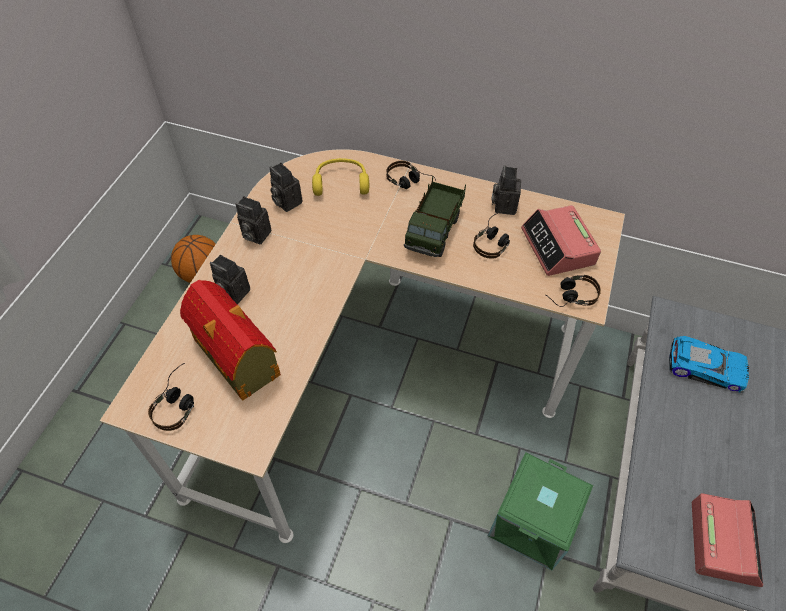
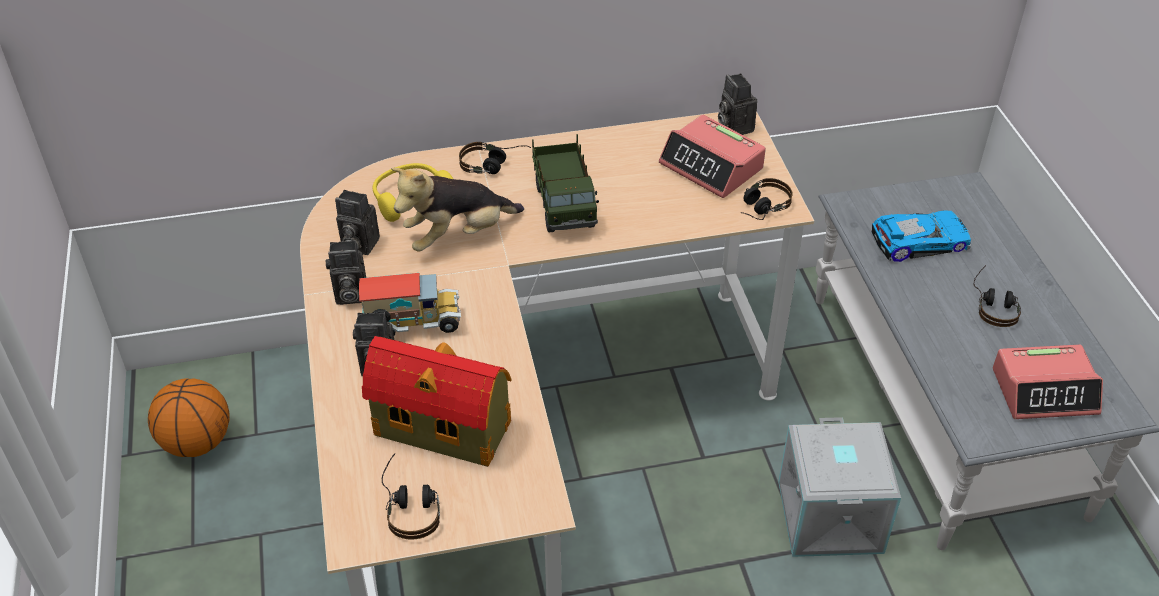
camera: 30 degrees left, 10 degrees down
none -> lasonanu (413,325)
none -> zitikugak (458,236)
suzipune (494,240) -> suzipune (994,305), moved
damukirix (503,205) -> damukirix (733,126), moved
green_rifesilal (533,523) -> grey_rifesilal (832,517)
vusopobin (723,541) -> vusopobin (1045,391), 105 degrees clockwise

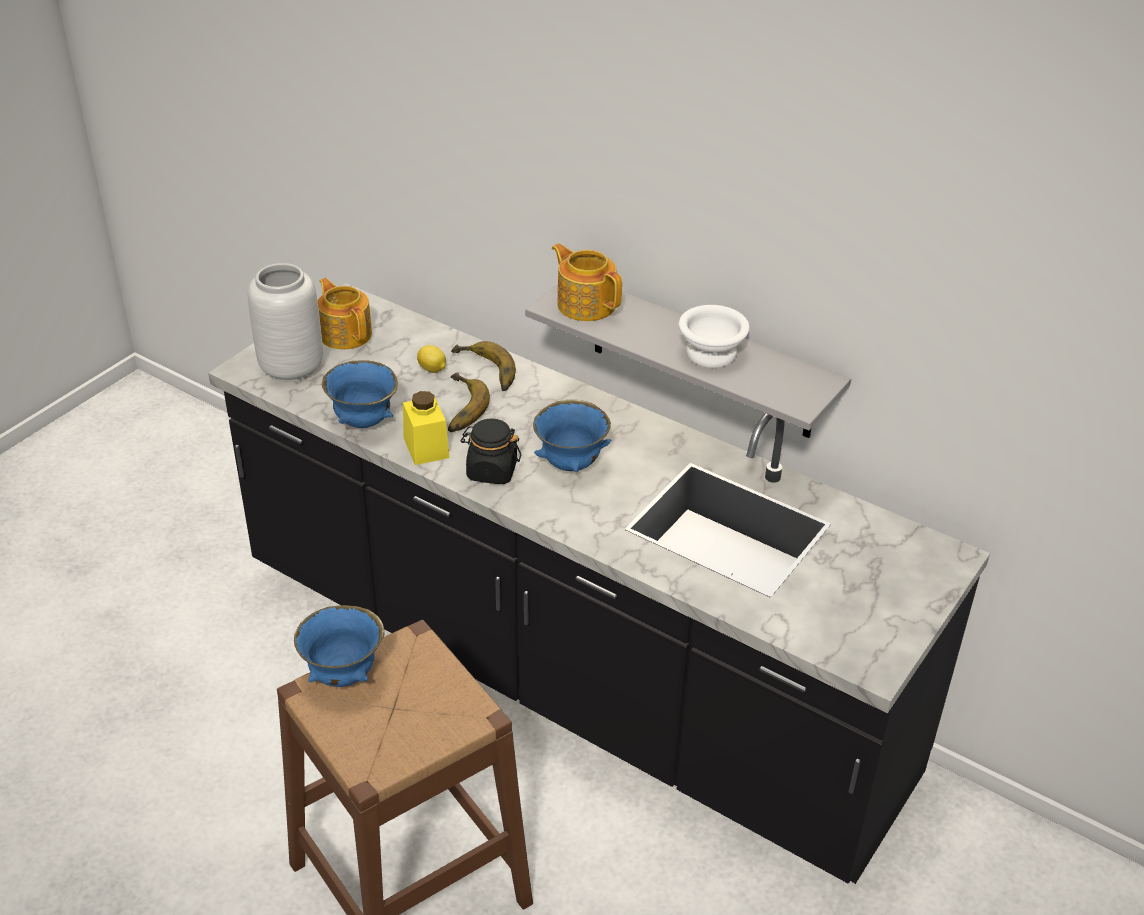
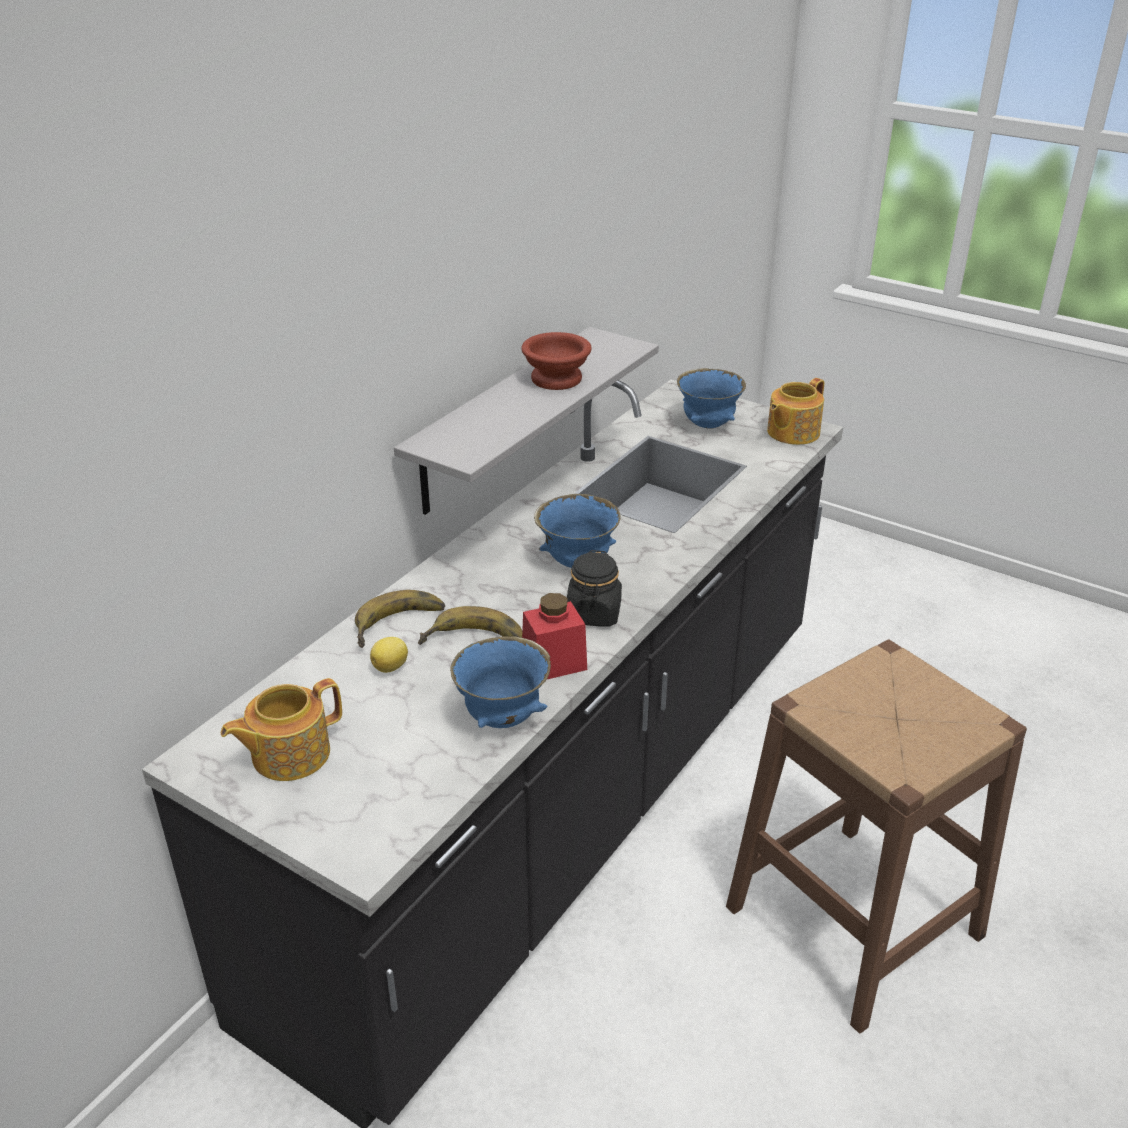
camera: 90 degrees left, 5 degrees down
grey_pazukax (291,367) -> none
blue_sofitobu (344,676) -> blue_sofitobu (708,425), moved
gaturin (585,304) -> gaturin (791,432), moved
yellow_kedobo (426,448) -> red_kedobo (554,663)
white_sofitobu (711,355) -> brown_sofitobu (558,379)

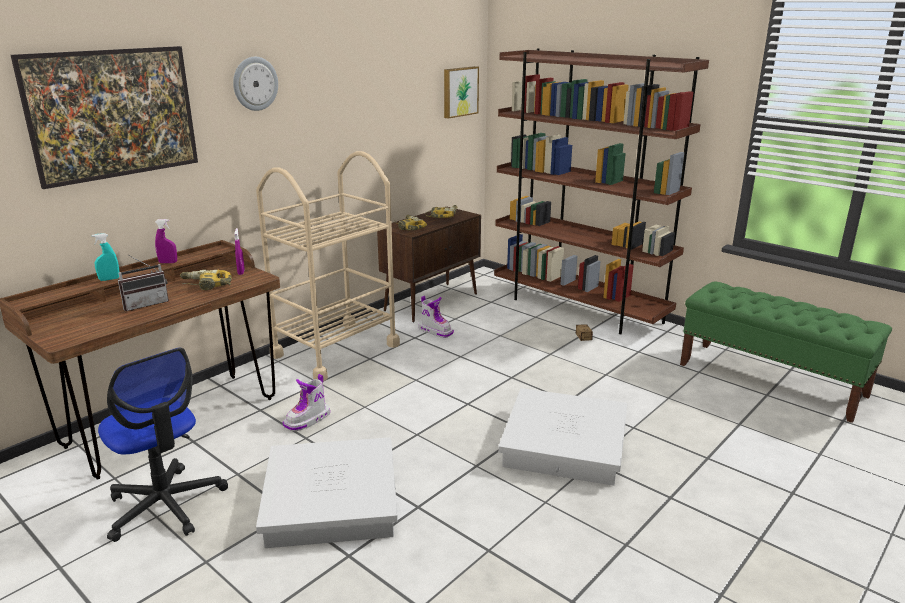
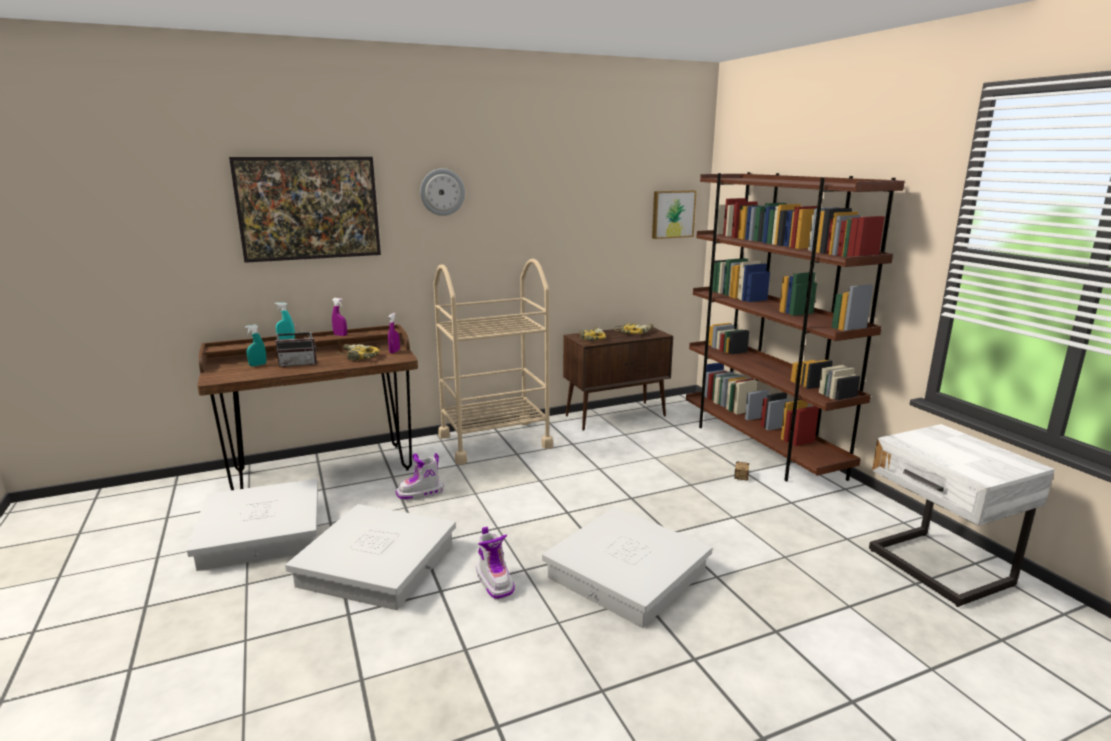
camera: 25 degrees right, 5 degrees down
none -> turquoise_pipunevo (258,365)
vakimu (435,331) -> vakimu (495,582), moved
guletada (165,505) -> white_rifesilal (261,532)
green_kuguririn (771,380) -> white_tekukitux (937,569)

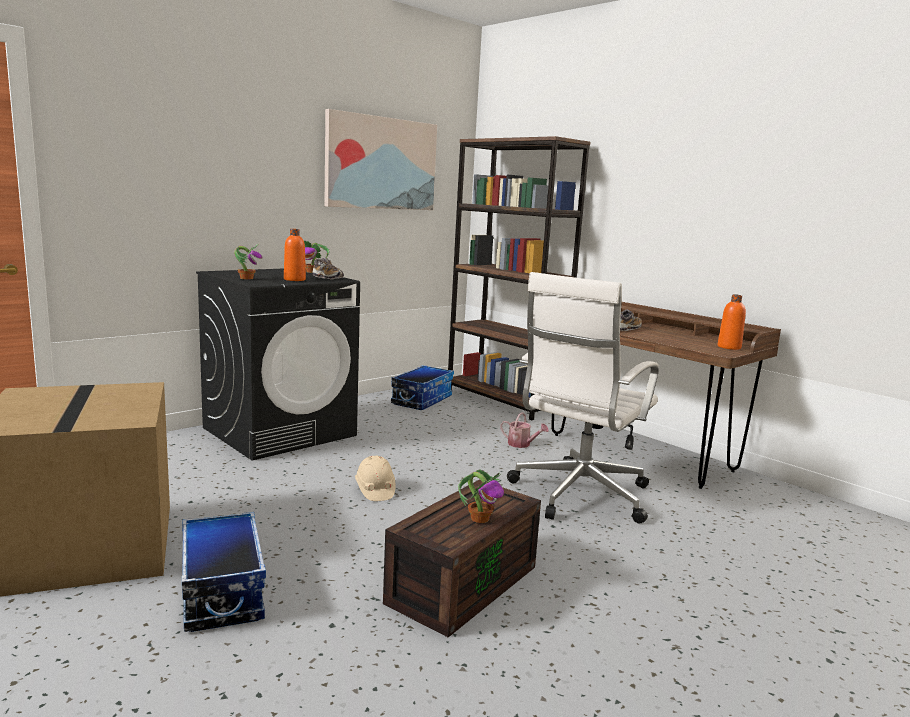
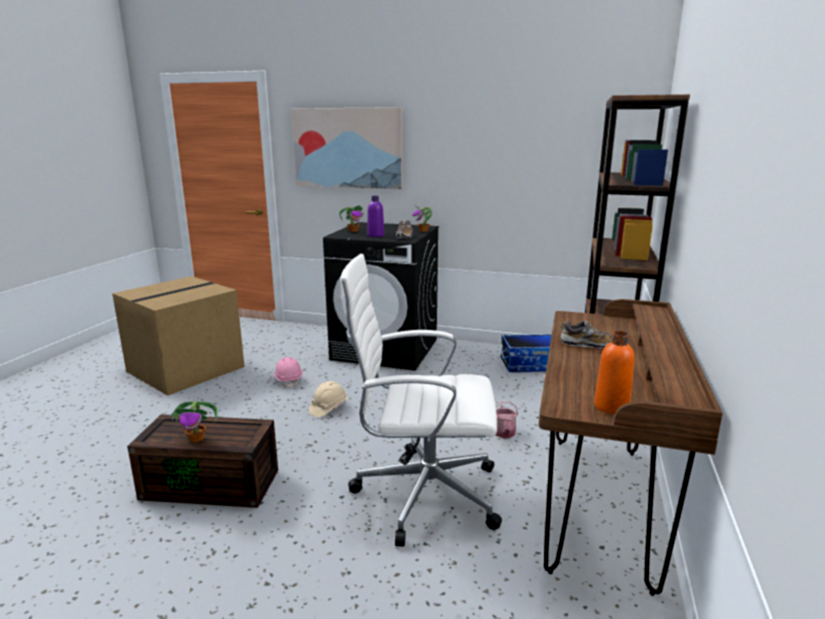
camera: 60 degrees right, 5 degrees up
rifesilal (220,592) -> none
none -> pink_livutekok (288,380)
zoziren (381,163) -> zoziren (348,148), moved
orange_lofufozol (294,279) -> purple_lofufozol (375,235)

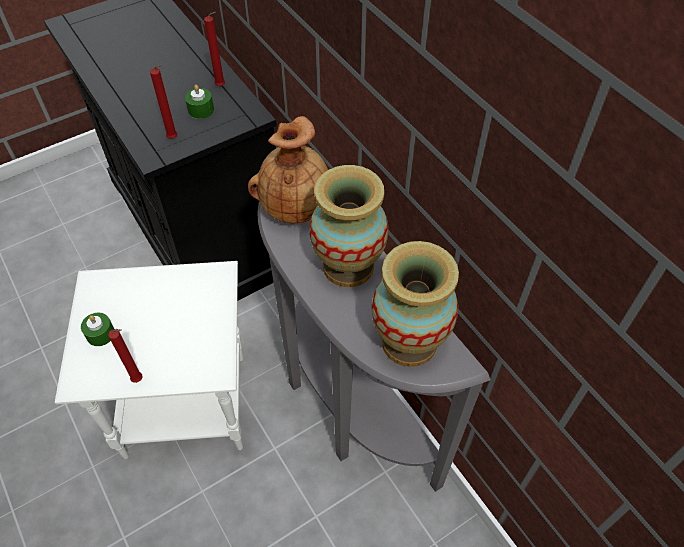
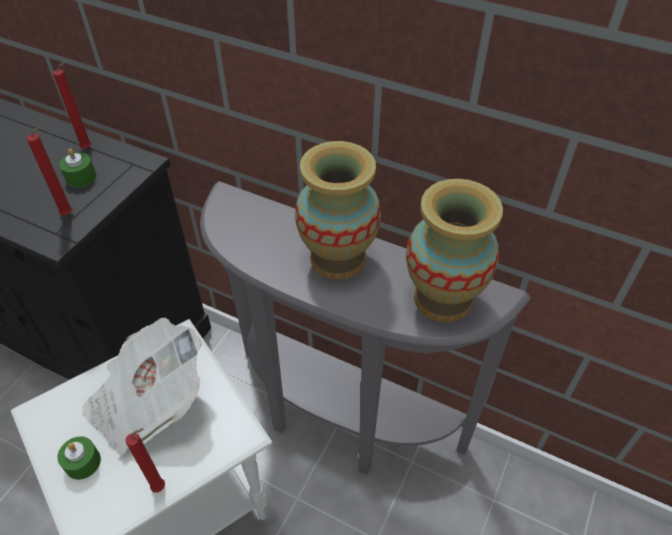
camera: 30 degrees left, 5 degrees down
brown_pazukax (296,207) -> none
none -> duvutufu (148,401)

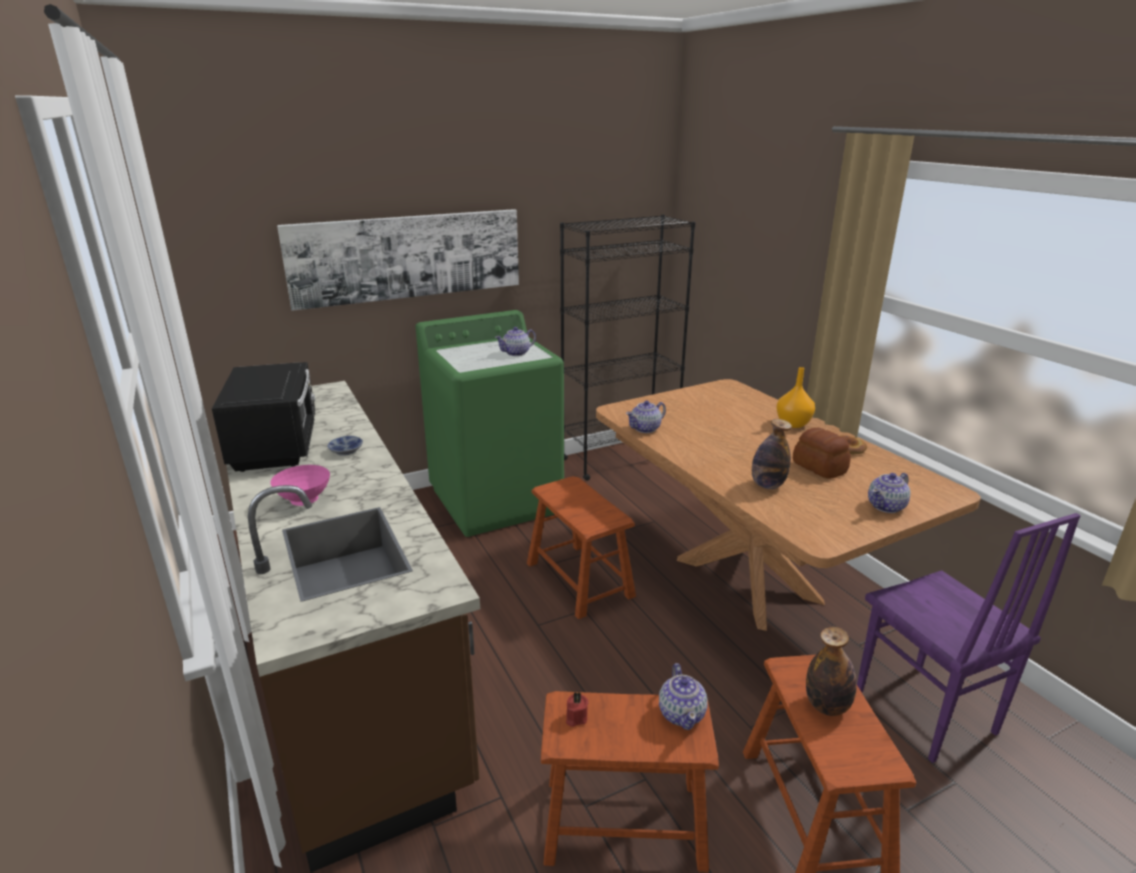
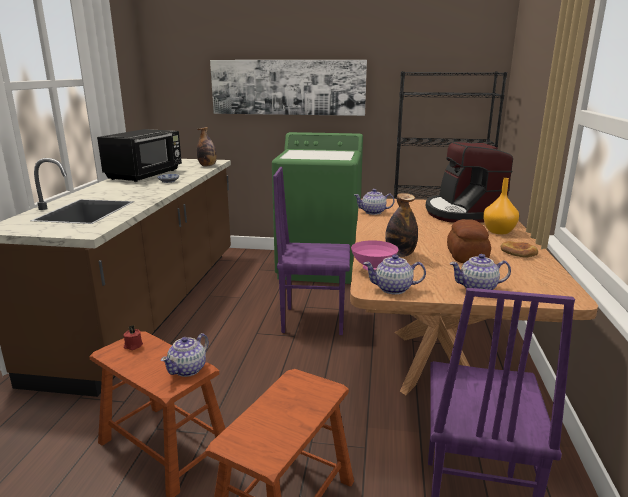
camera: 35 degrees right, 5 degrees down
none -> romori (463,213)
pink_sofitobu (305,501) -> pink_sofitobu (374,269), moved
gaturin (516,353) -> gaturin (393,289), moved
lofufozol (827,706) -> lofufozol (207,166), moved
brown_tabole (579,579) -> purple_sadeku (313,320)

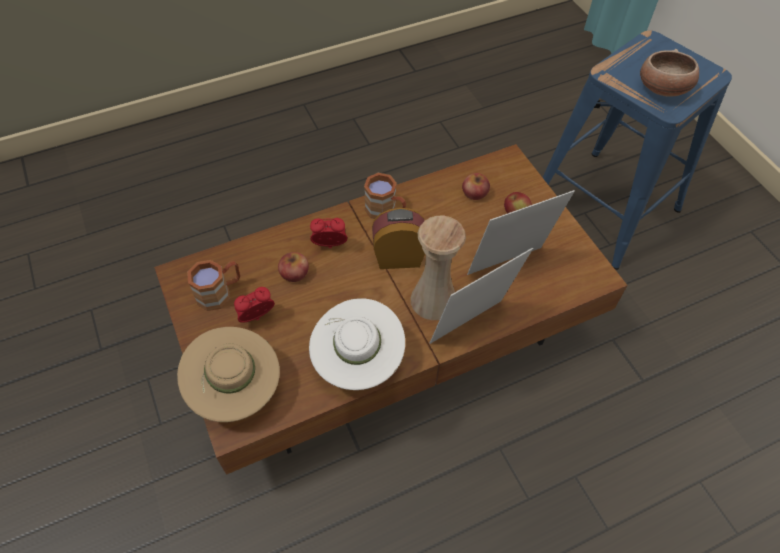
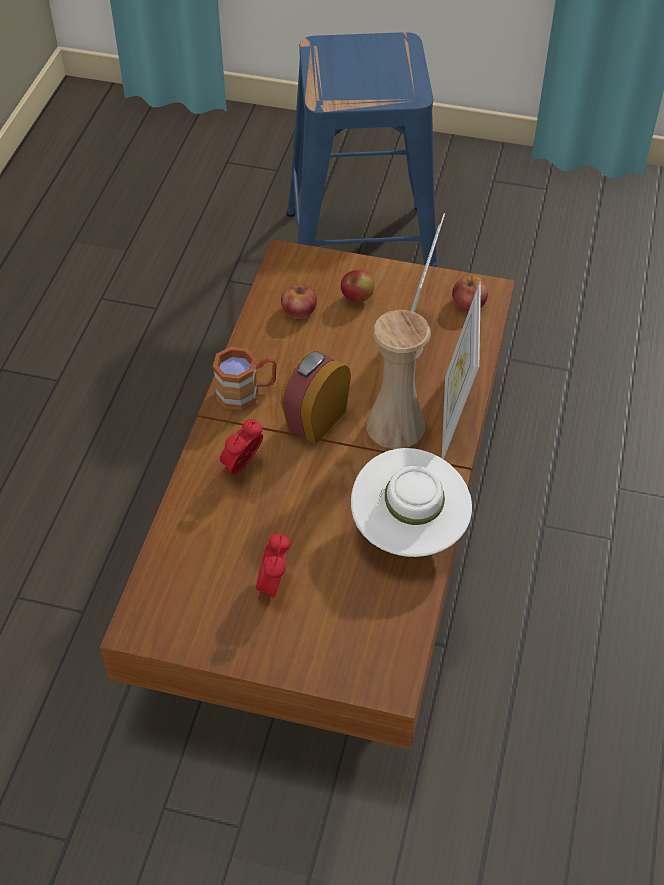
camera: 50 degrees left, 5 degrees down
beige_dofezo (236,390) -> none
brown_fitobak (220,292) -> none
sofitobu (662,89) -> none
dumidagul (294,273) -> dumidagul (468,303), moved

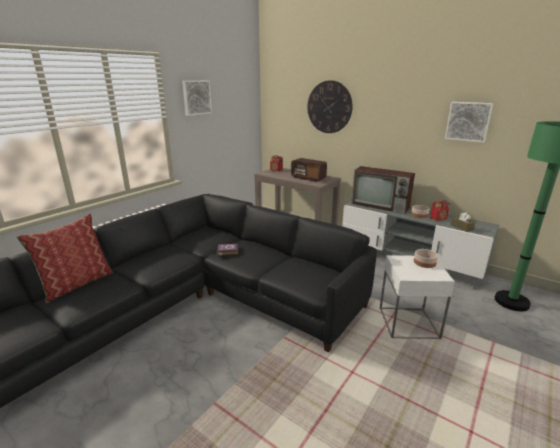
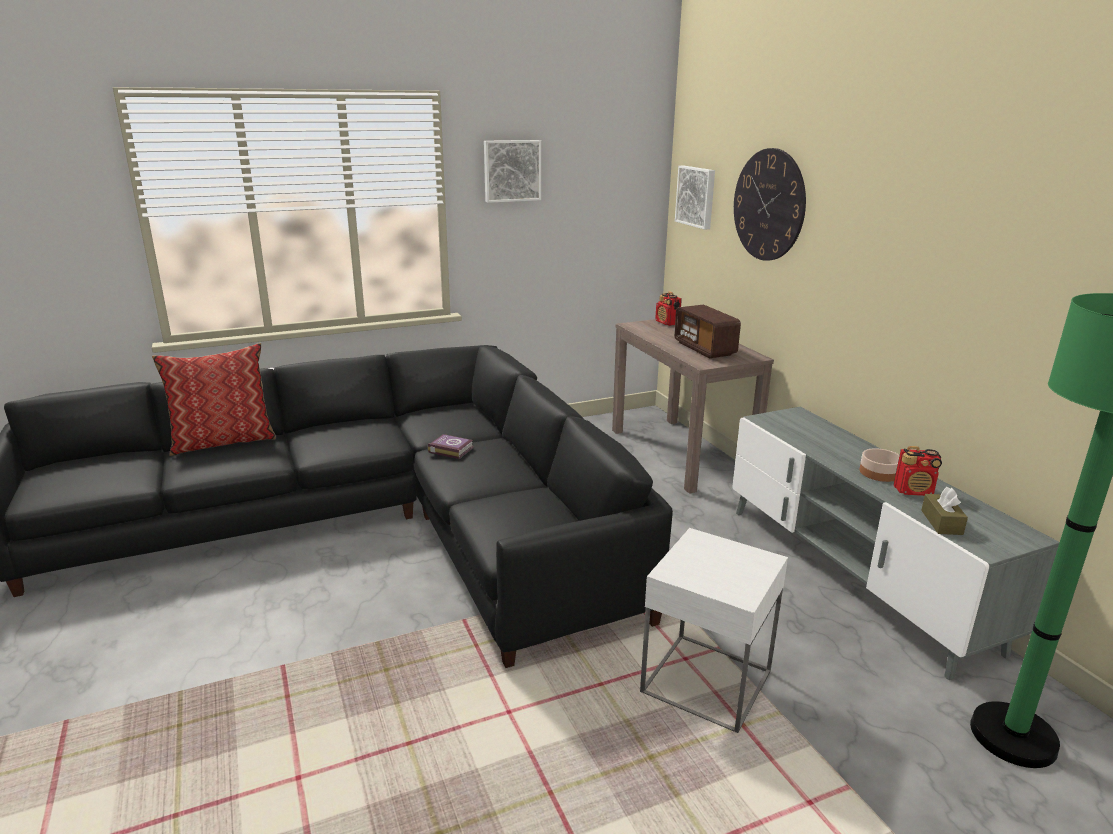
camera: 30 degrees right, 0 degrees up
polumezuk (381,206) -> none
sofitobu (424,262) -> none
zoziren (468,121) -> zoziren (696,196), moved

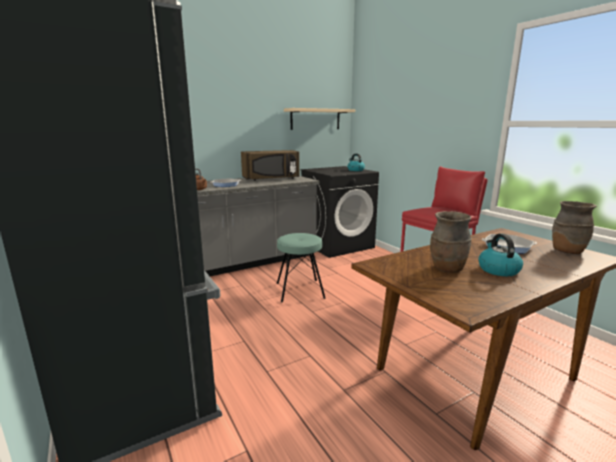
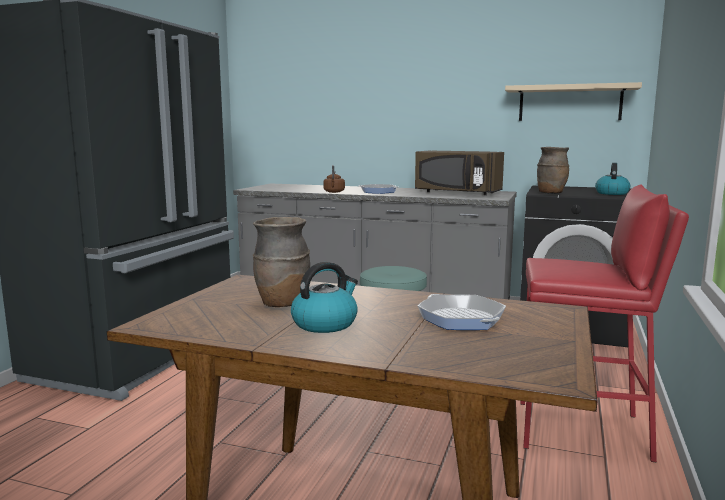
camera: 50 degrees right, 5 degrees down
brown_pazukax (567,251) -> brown_pazukax (551,193), moved

